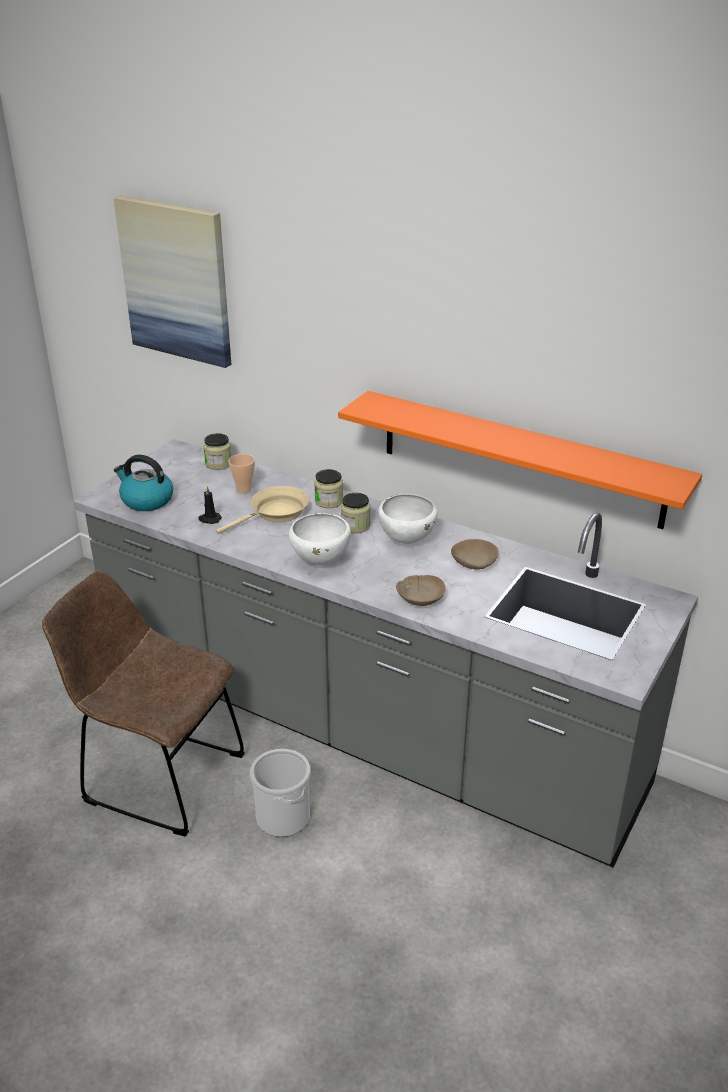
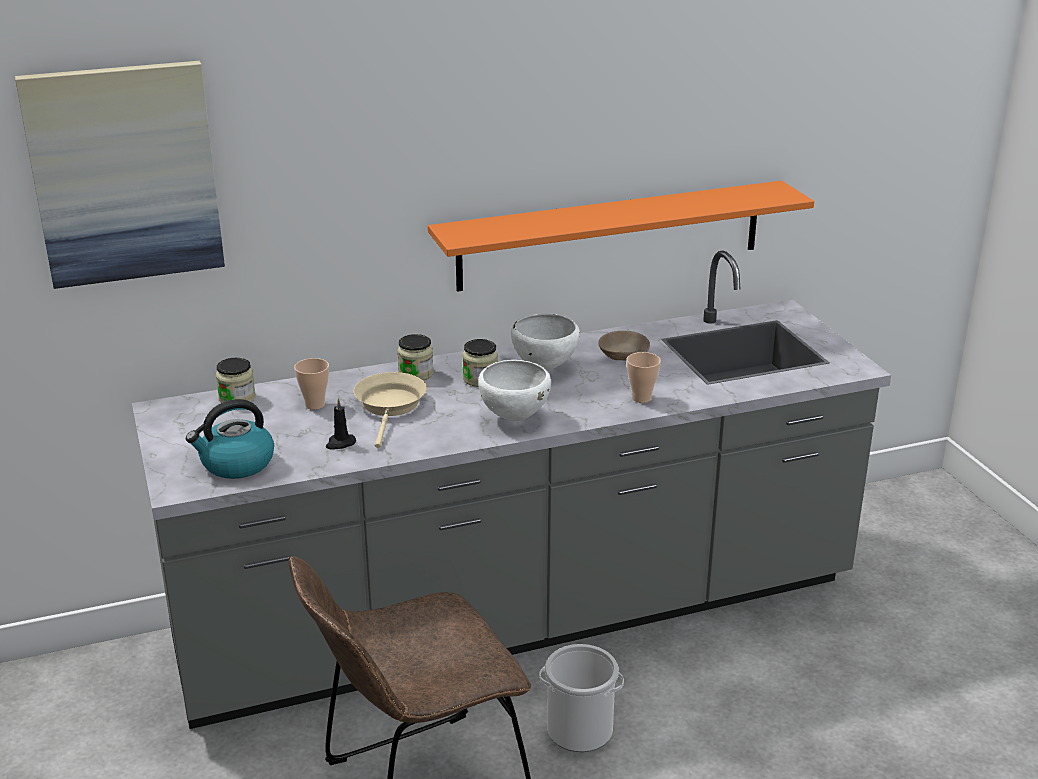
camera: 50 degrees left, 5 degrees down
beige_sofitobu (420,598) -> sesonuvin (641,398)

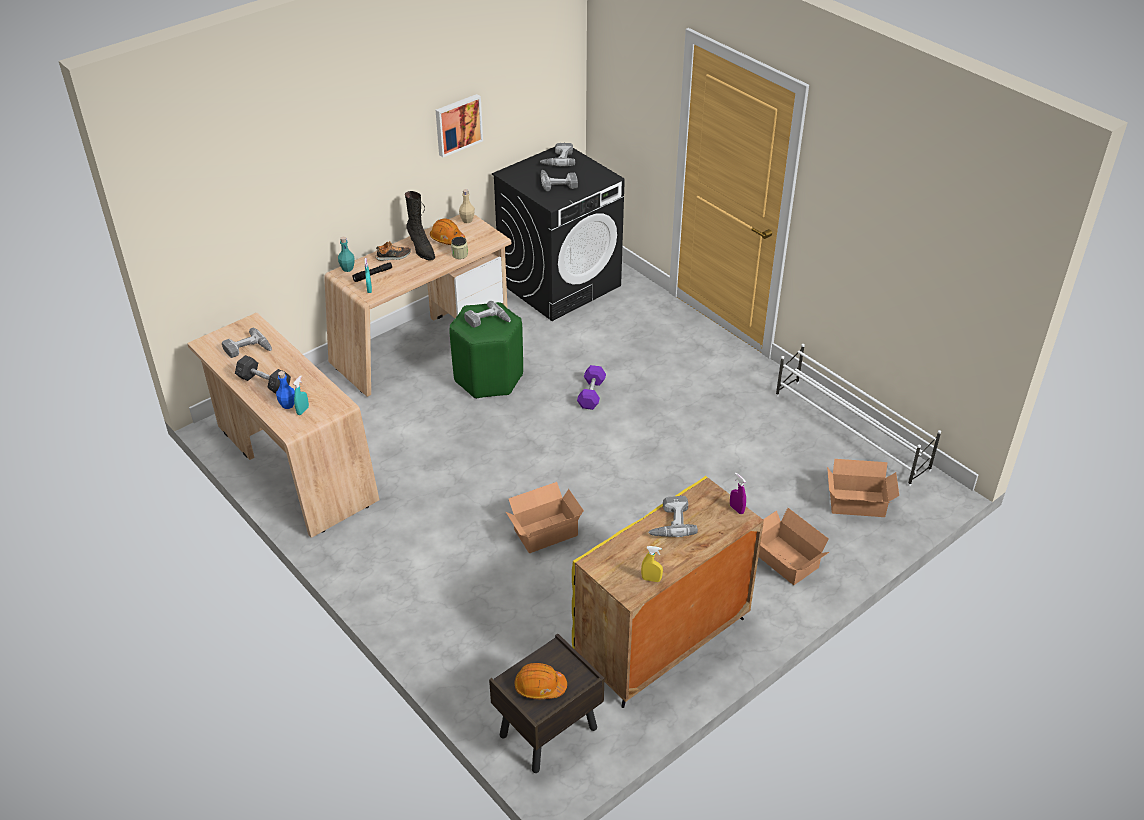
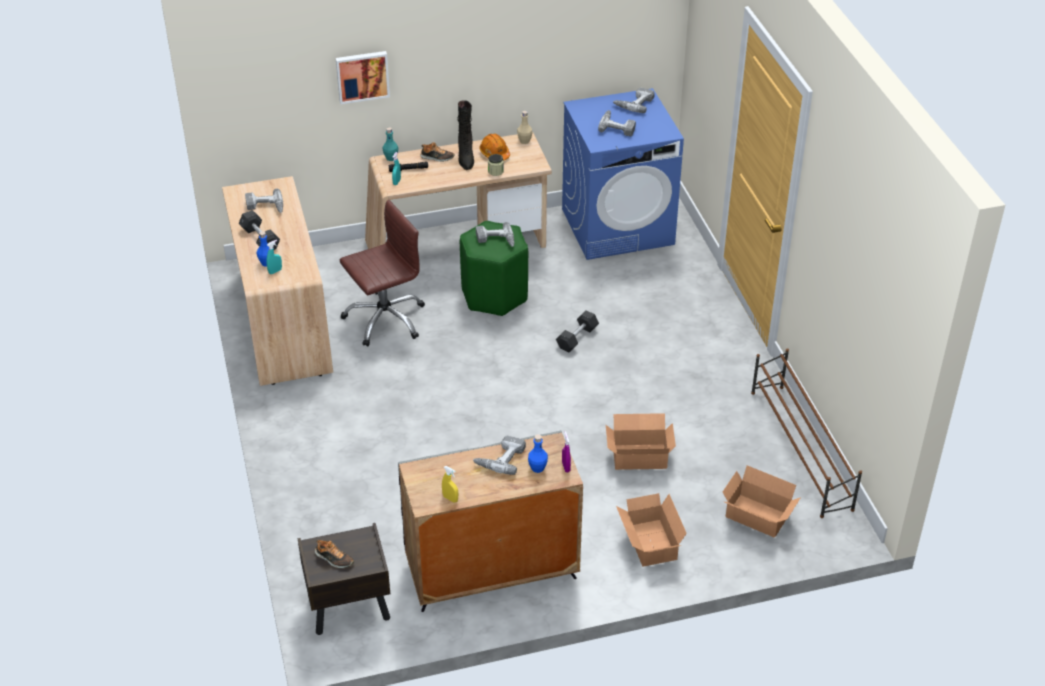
camera: 25 degrees right, 0 degrees up
none -> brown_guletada (385,319)
none -> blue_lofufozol (537,468)
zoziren (457,124) -> zoziren (362,76), moved
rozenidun (543,531) -> rozenidun (638,455), moved
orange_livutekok (539,686) -> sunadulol (334,559)
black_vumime (560,284) -> blue_vumime (618,226)
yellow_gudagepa (661,642) -> grey_gudagepa (491,571)
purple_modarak (591,394) -> grey_modarak (577,338)
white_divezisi (850,432) -> brown_divezisi (800,450)

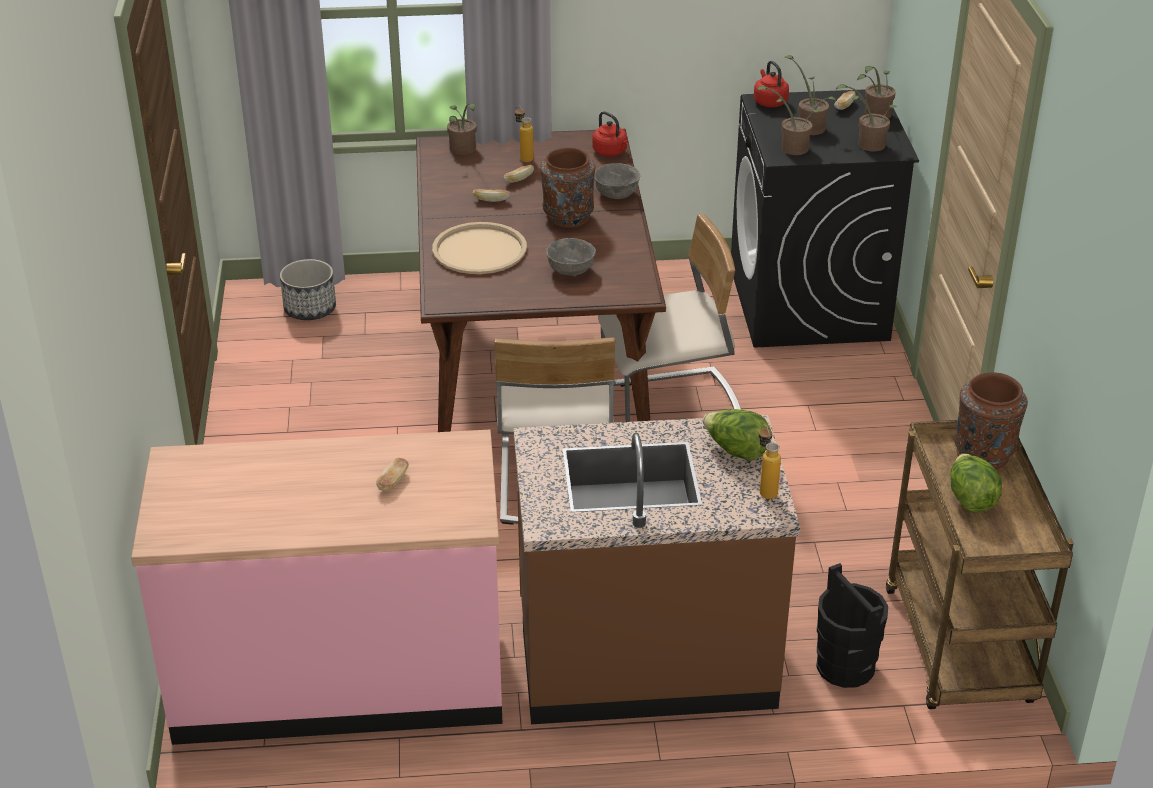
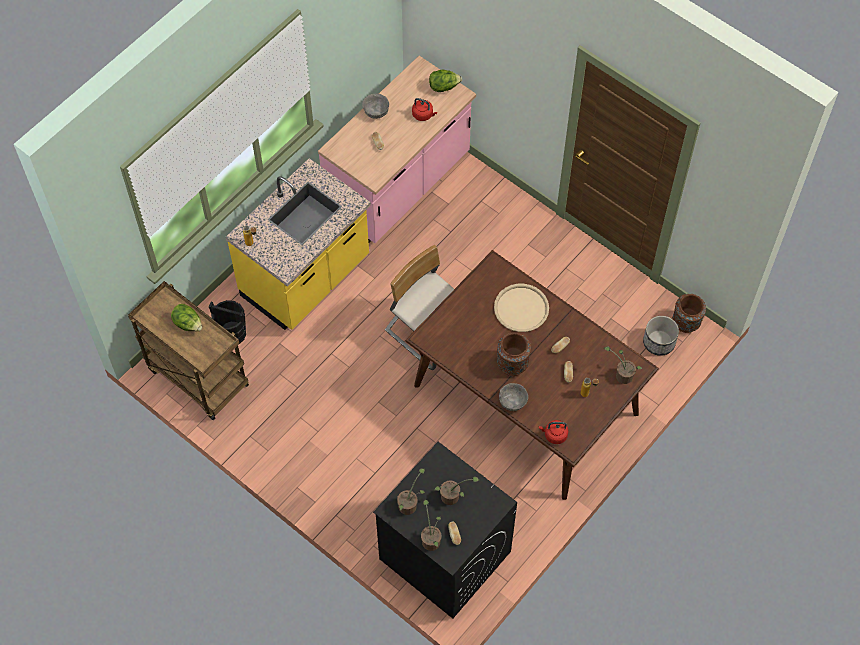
camera: 135 degrees right, 25 degrees up
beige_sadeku (672,409) -> none
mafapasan (790,148) -> none
grey_sofitobu (570,270) -> grey_sofitobu (376,111), moved
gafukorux (736,451) -> gafukorux (444,87), moved
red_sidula (769,101) -> red_sidula (423,115), moved
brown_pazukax (983,454) -> brown_pazukax (685,323), moved
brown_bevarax (645,657) -> yellow_bevarax (306,278)

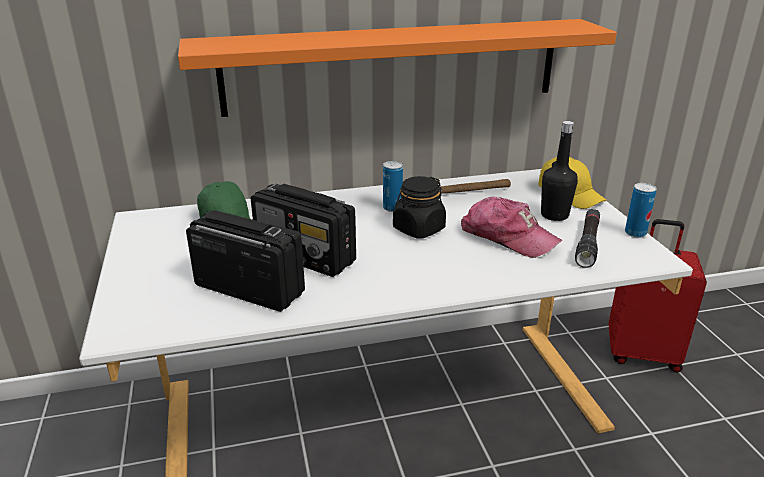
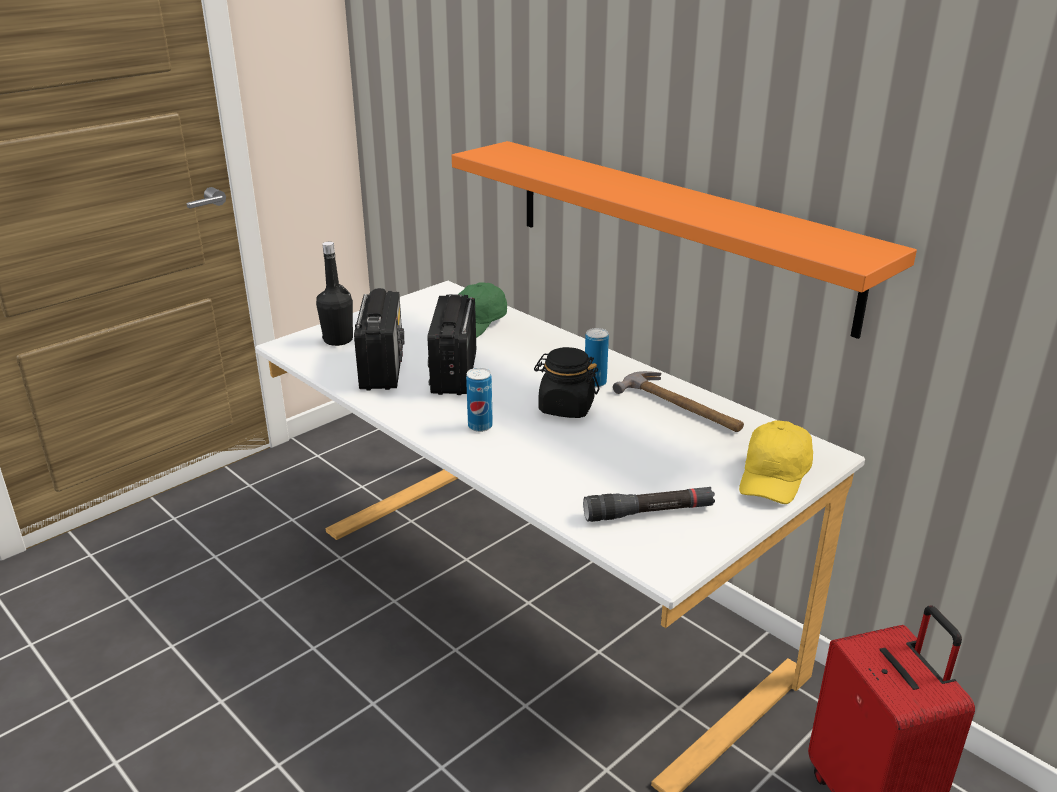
camera: 60 degrees right, 0 degrees up
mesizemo (507,237) -> none
black_lofufozol (554,215) -> black_lofufozol (338,340), moved
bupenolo (635,233) -> bupenolo (480,426), moved

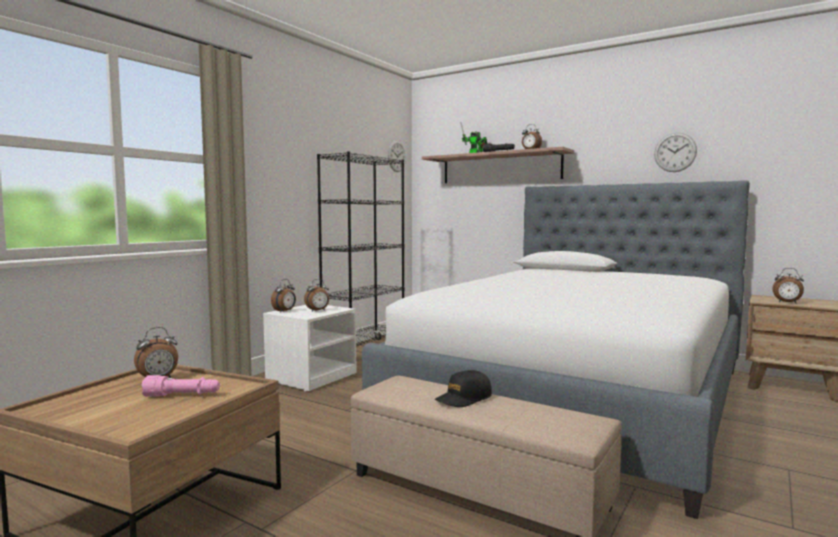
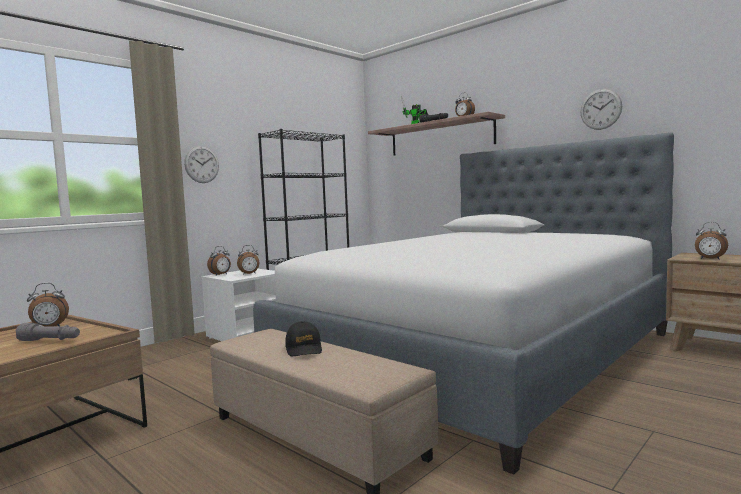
camera: 10 degrees right, 0 degrees up
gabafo (396,156) -> gabafo (202,164), moved
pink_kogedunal (182,395) -> grey_kogedunal (50,340)
black_mesizemo (464,398) -> black_mesizemo (304,349), 75 degrees counterclockwise

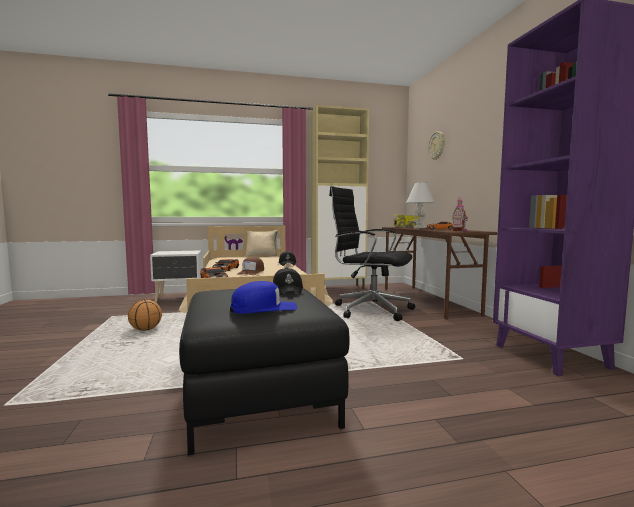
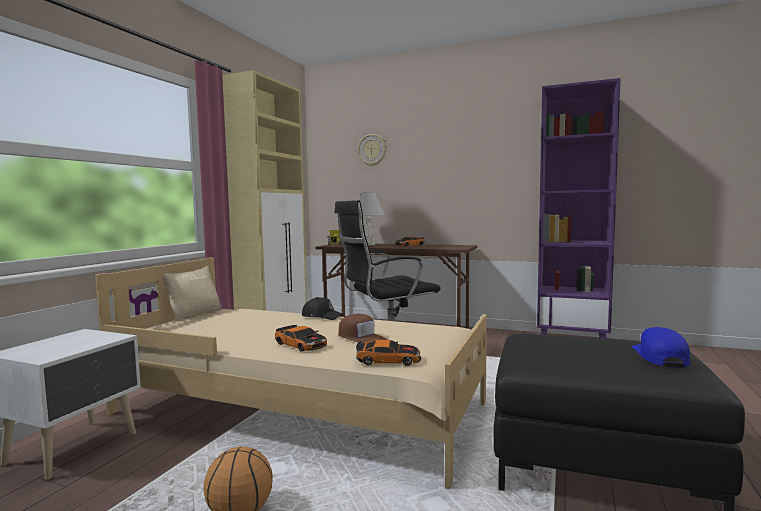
camera: 55 degrees left, 0 degrees up
black_mesizemo (288,290) -> none
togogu (461,231) -> none

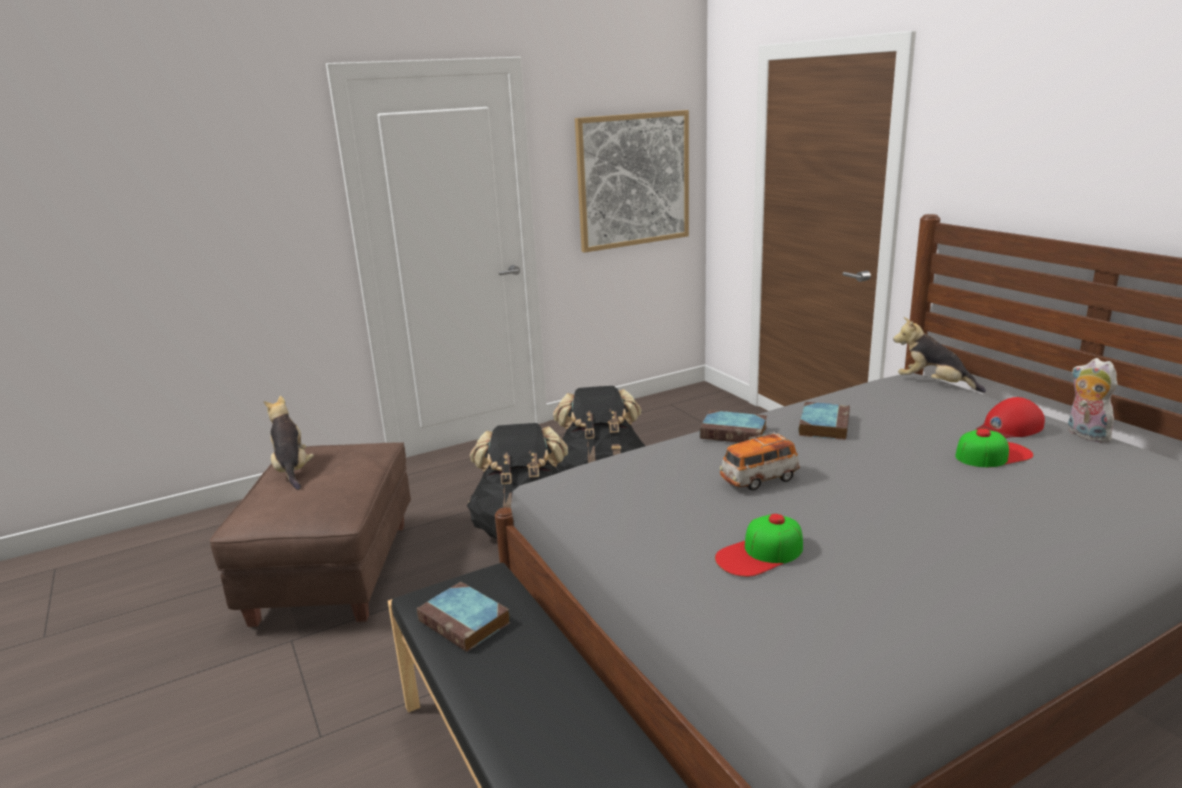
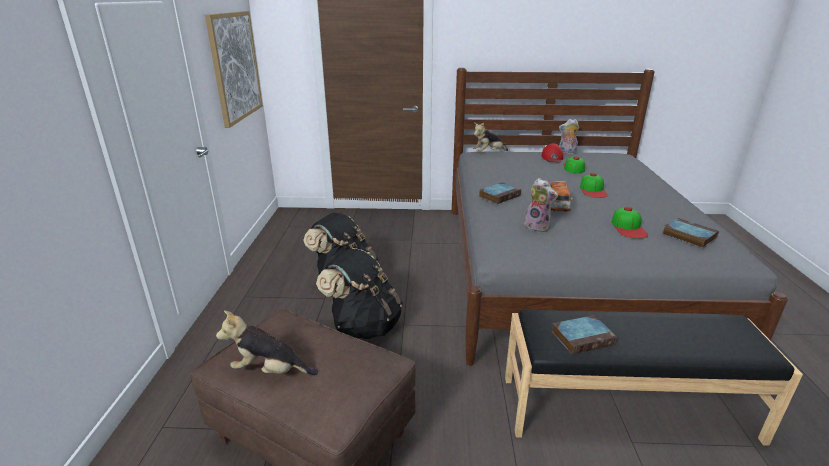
camera: 60 degrees left, 5 degrees up
none -> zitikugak (538,227)
none -> mesizemo (593,190)
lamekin (823,425) -> lamekin (687,235), moved

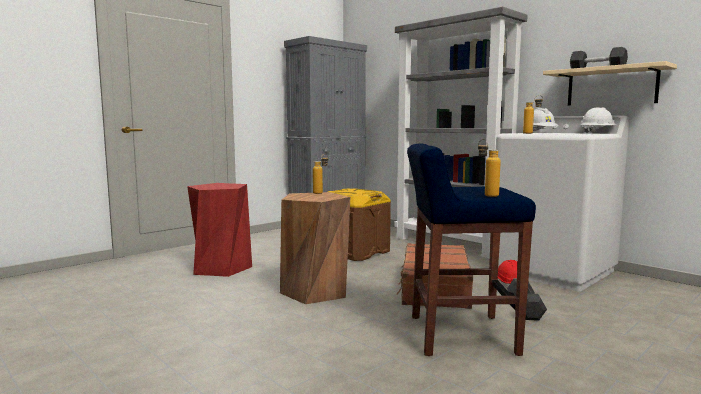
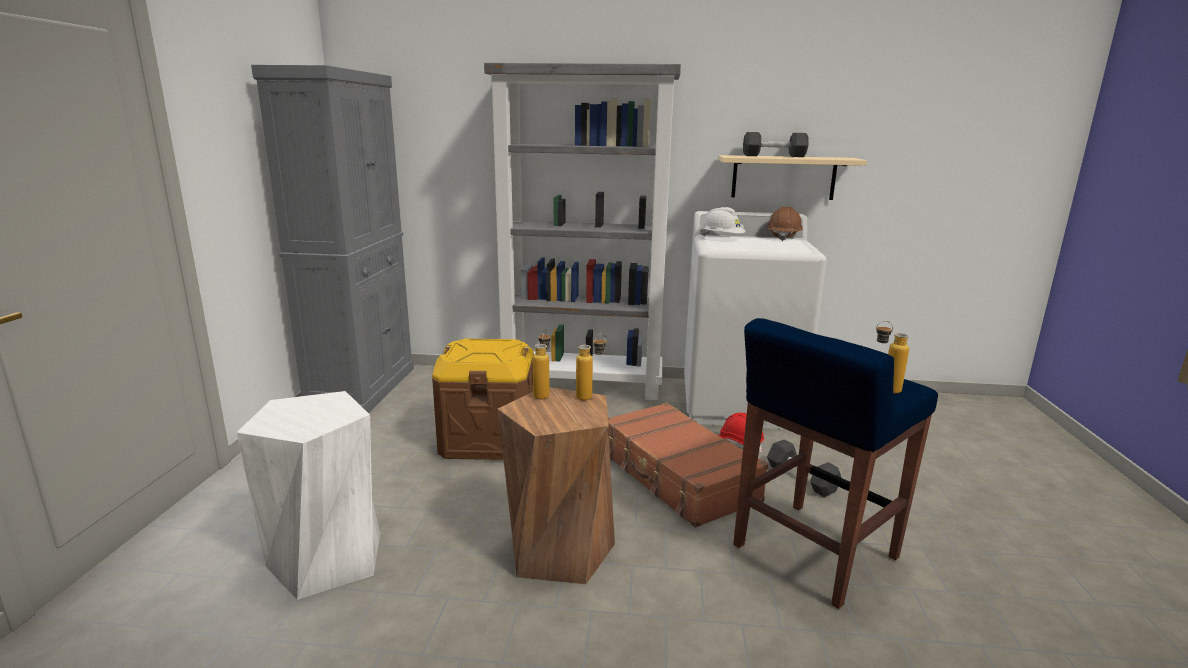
camera: 40 degrees left, 10 degrees up
lofufozol (532,133) -> lofufozol (590,397), moved
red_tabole (221,268) -> white_tabole (327,559)
white_livutekok (597,133) -> brown_livutekok (783,237)

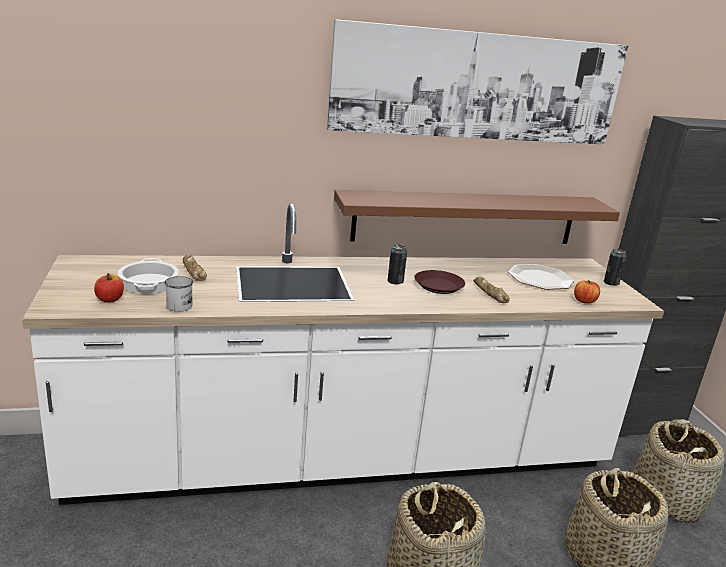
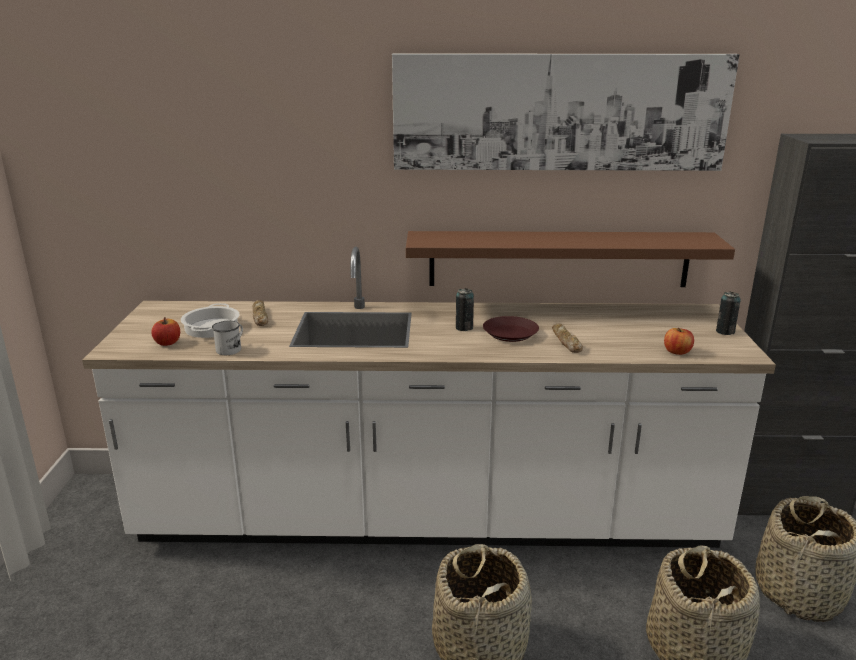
camera: 15 degrees right, 0 degrees up
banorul (540,279) -> none

